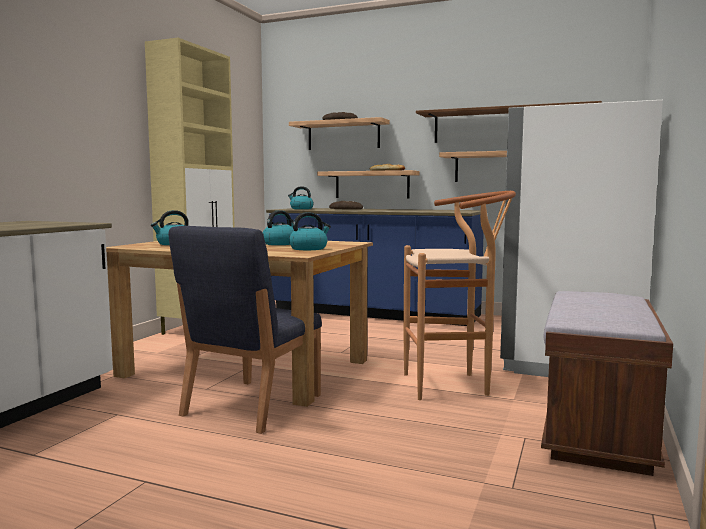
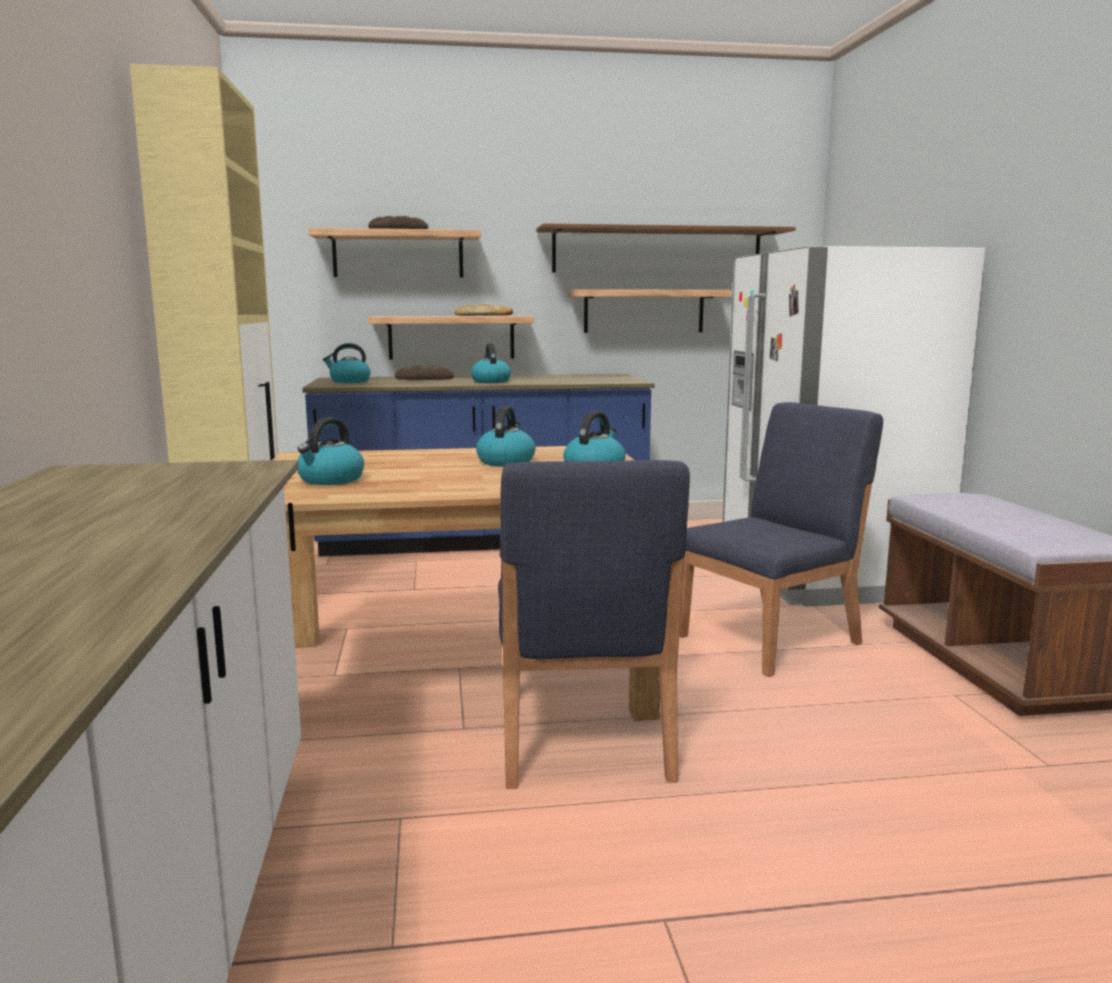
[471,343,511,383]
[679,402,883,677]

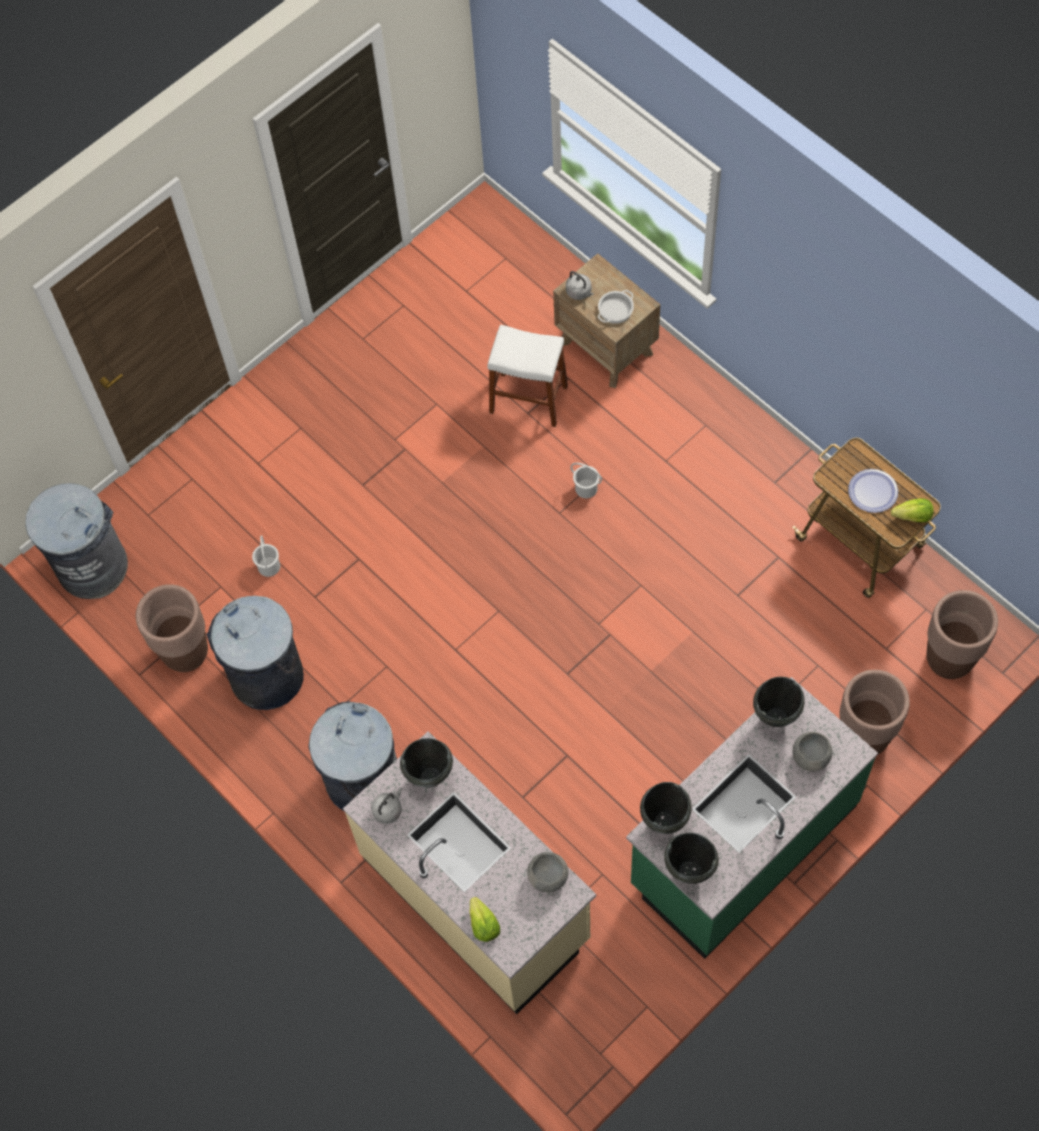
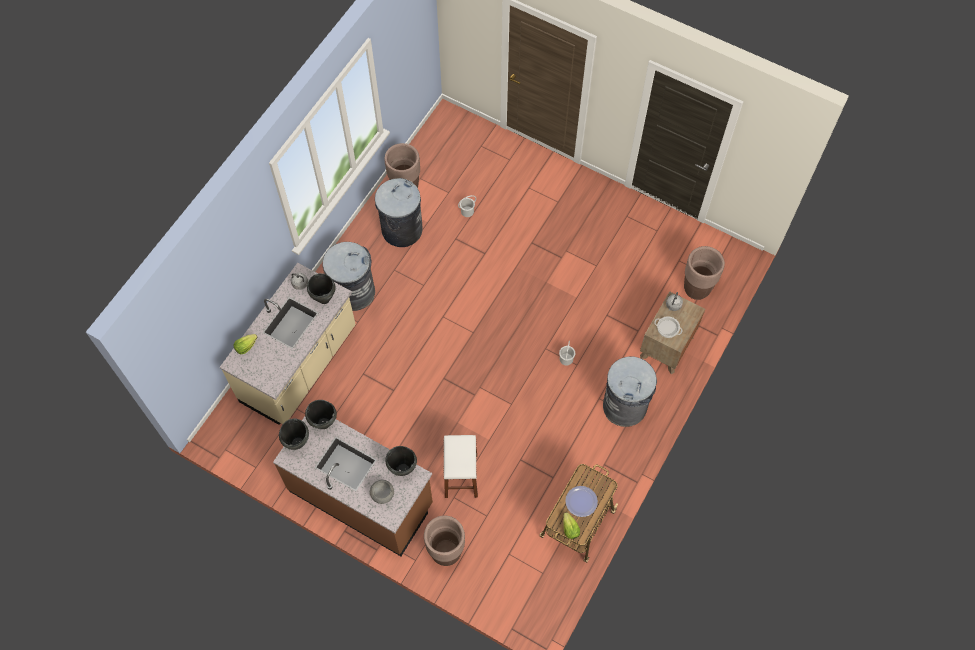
[527,852,569,893] (first image)
[603,356,657,427]
[444,435,478,498]
[684,246,725,300]
[273,417,433,556]

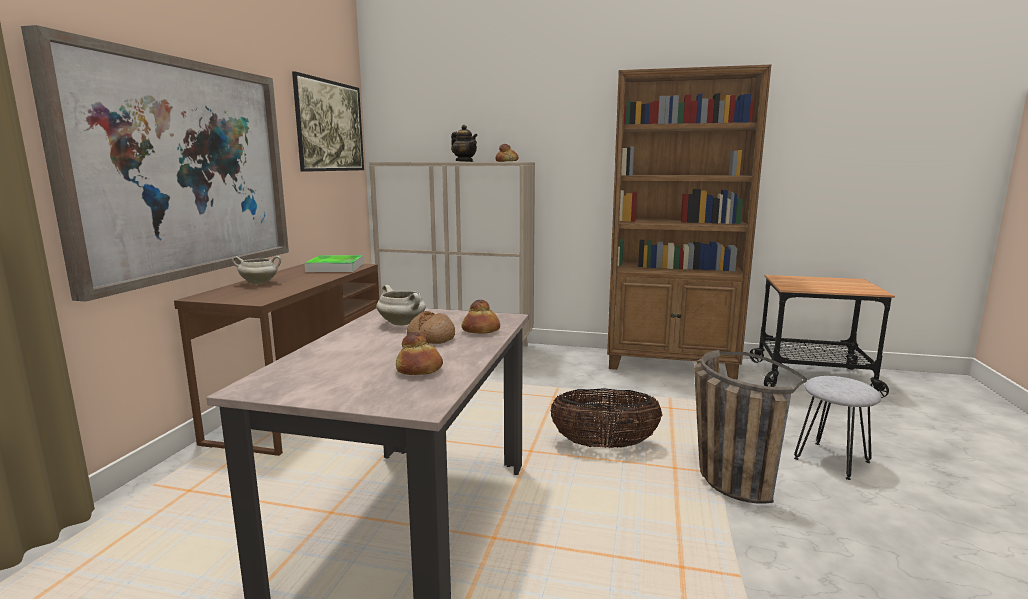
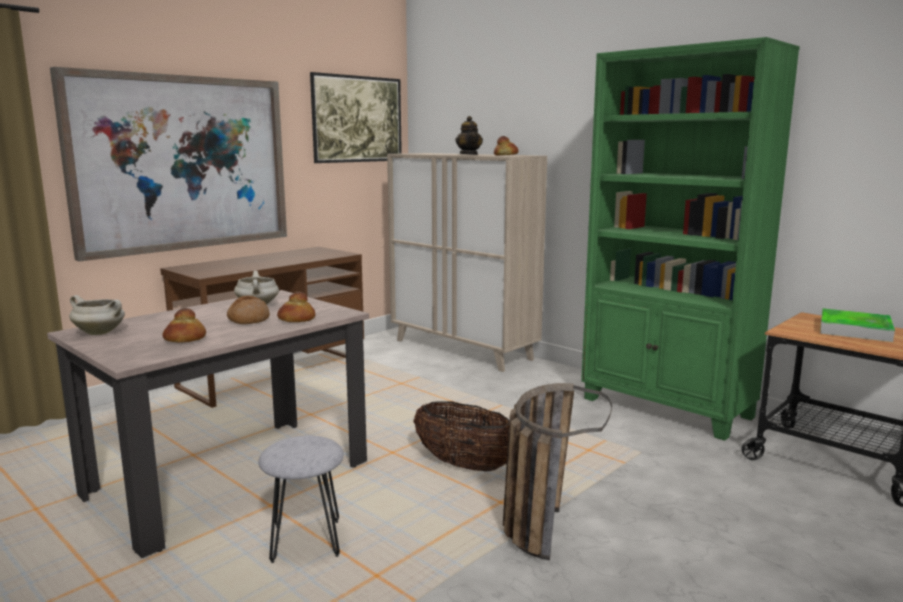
[69,295,125,335]
[820,309,895,342]
[258,435,344,563]
[581,37,800,441]

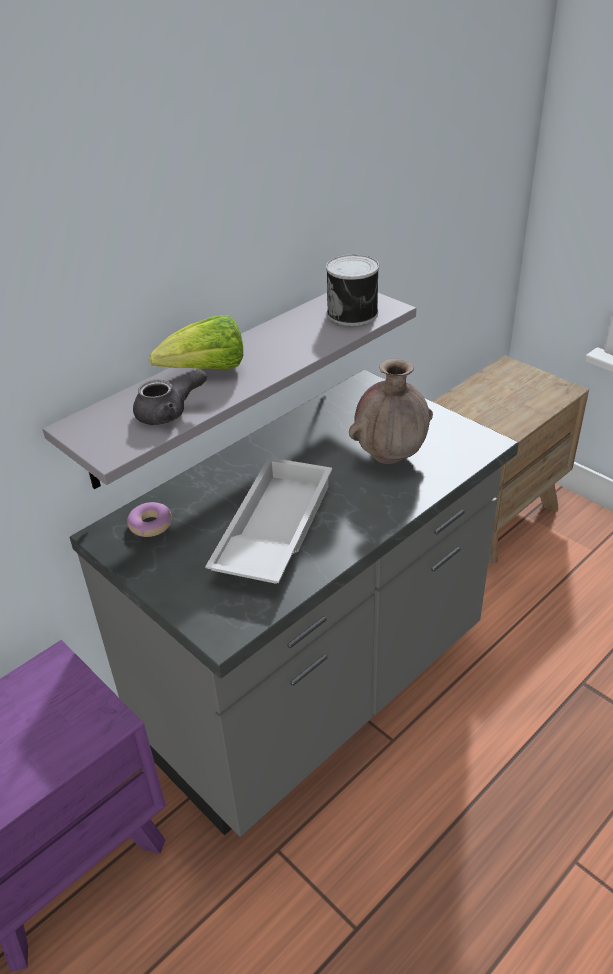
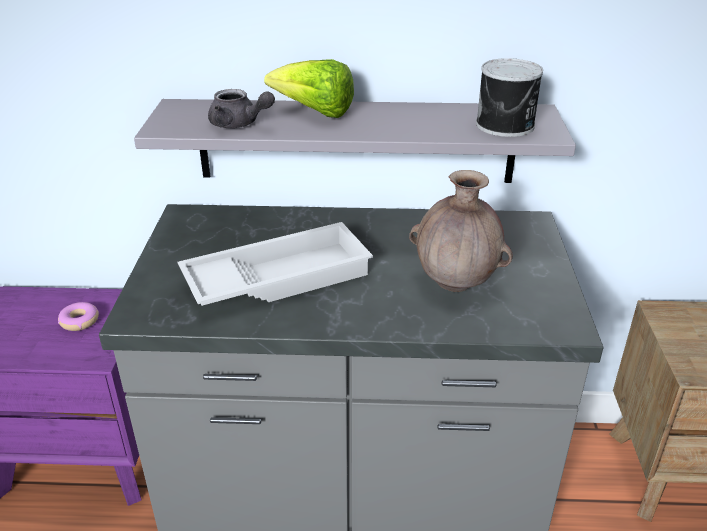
[58,302,99,331]

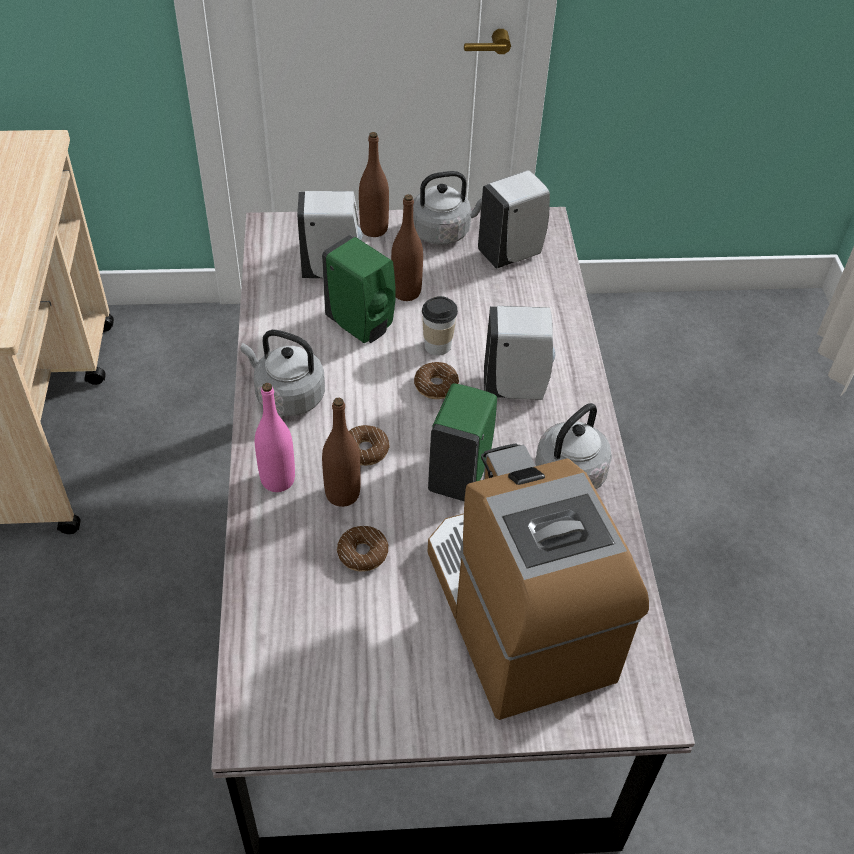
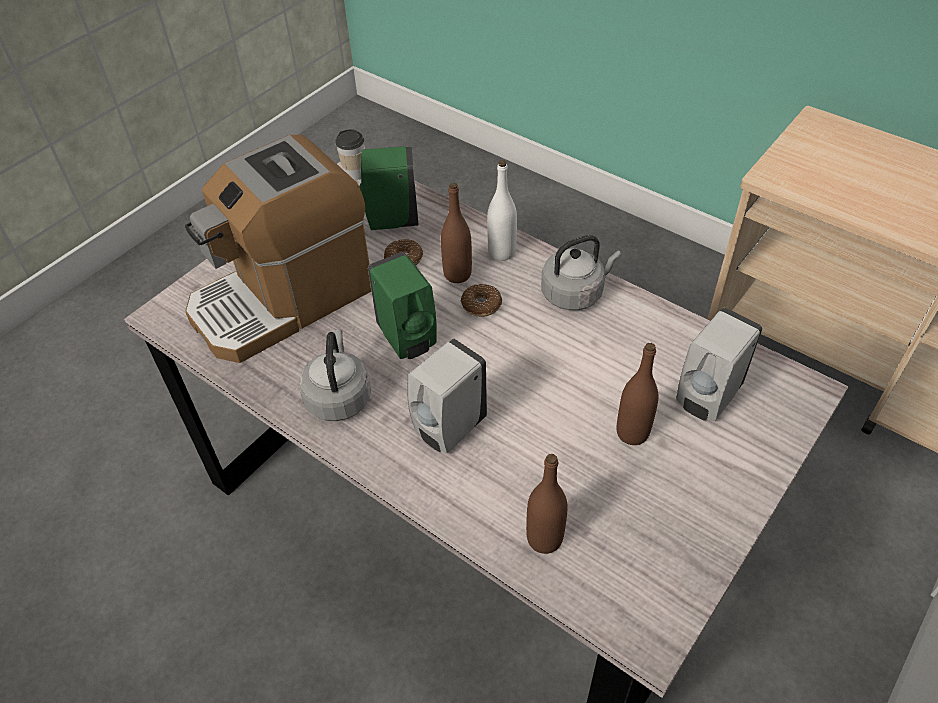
[413,171,482,245] (first image)
[414,362,459,399] (first image)
[478,170,550,269] (first image)
[359,146,419,230]
[526,454,568,554]
[335,129,365,180]
[487,160,517,261]
[185,135,371,363]

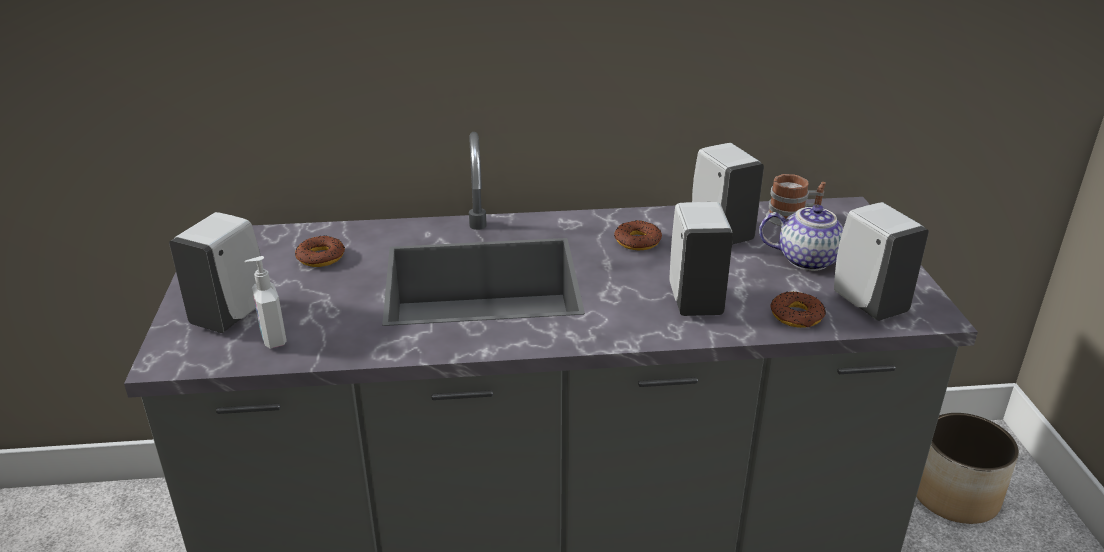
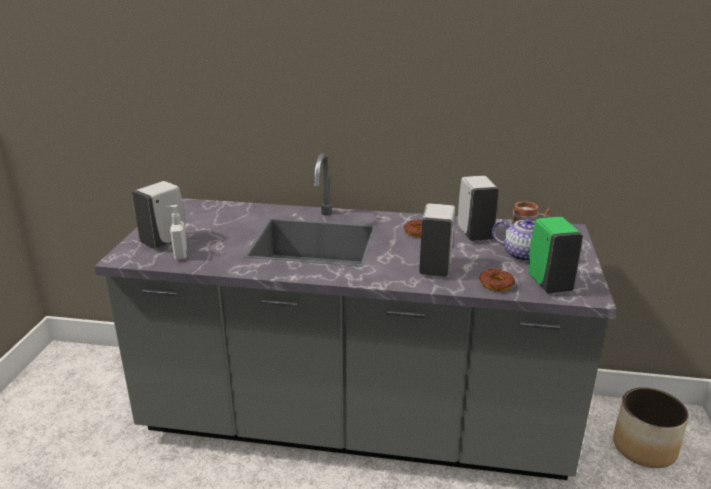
[295,235,345,267] (first image)
[528,217,583,293]

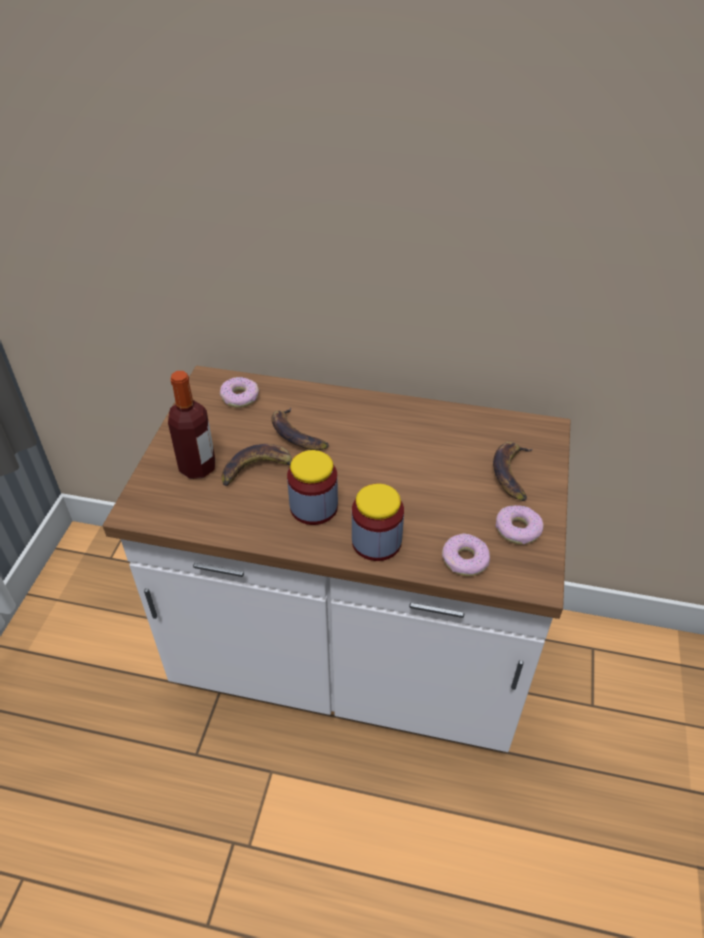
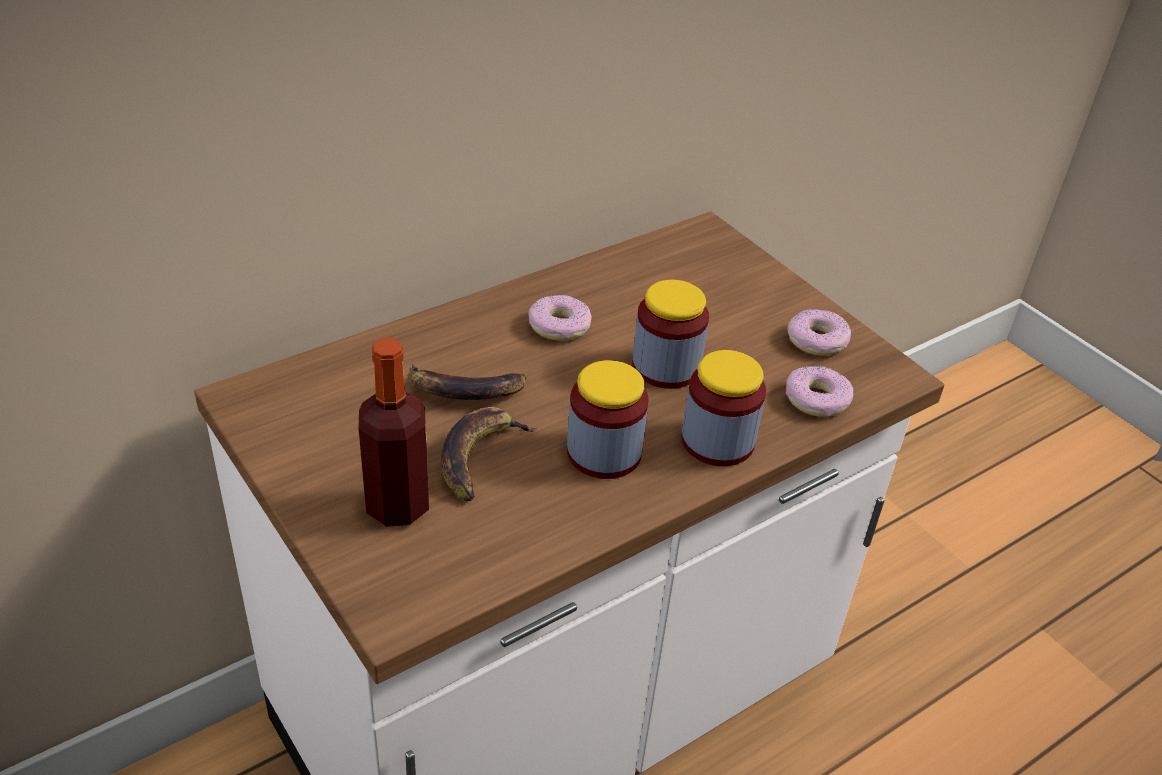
[493,442,532,501] (first image)
[632,280,709,389]
[529,295,592,341]

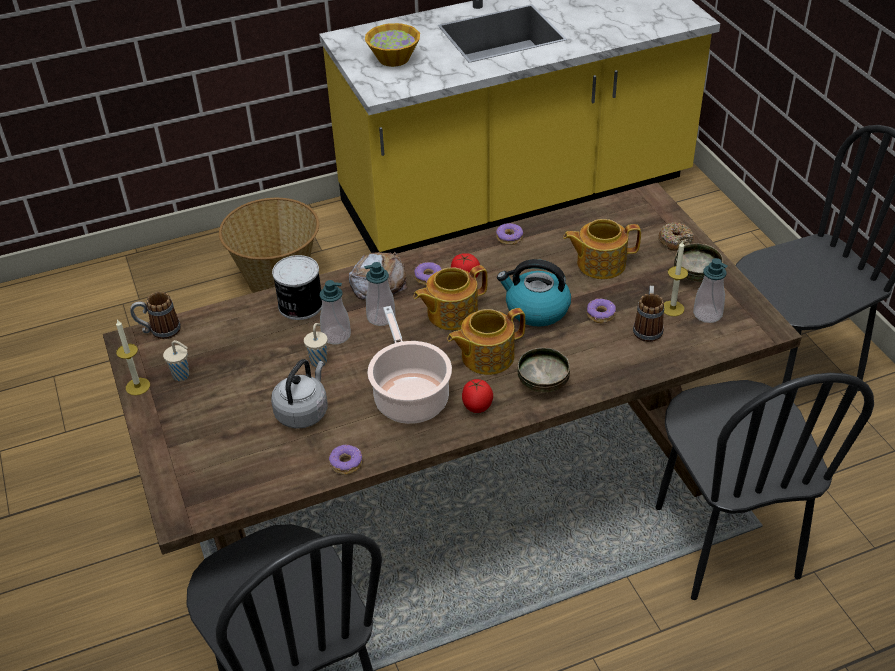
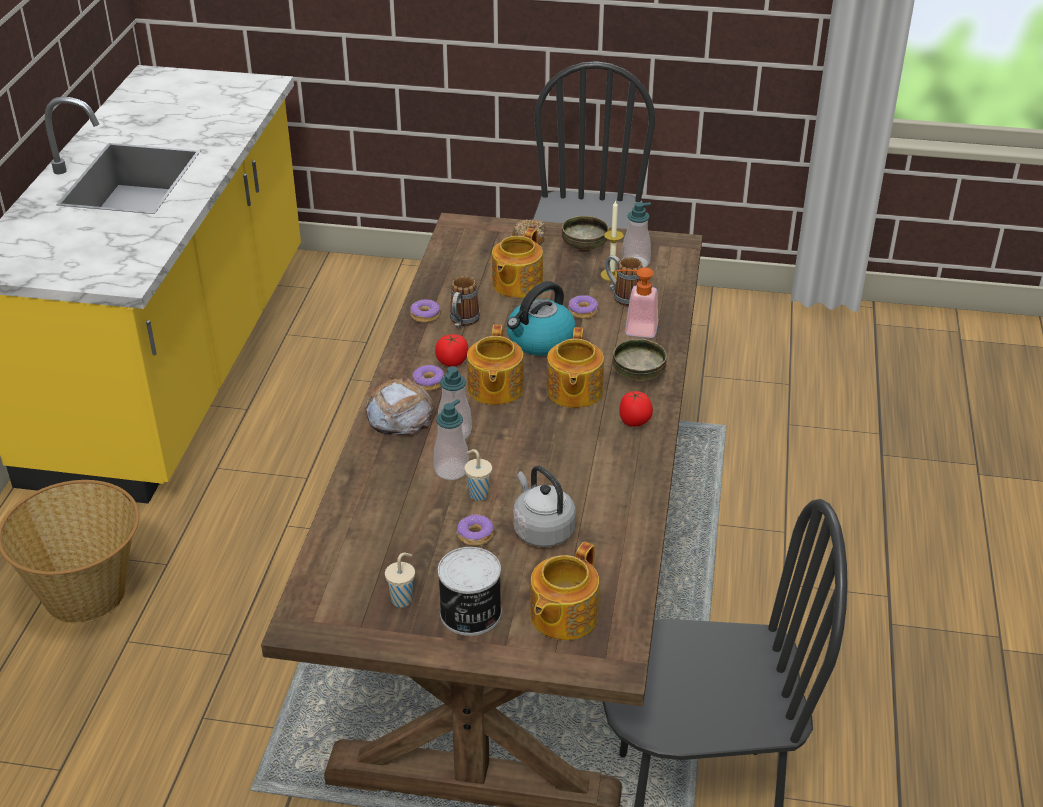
[116,319,150,396] (first image)
[365,23,420,67] (first image)
[368,306,452,424] (first image)
[656,373,874,600] (first image)
[530,542,599,640]
[615,267,658,338]
[450,276,480,328]
[438,547,502,636]
[457,514,493,546]

